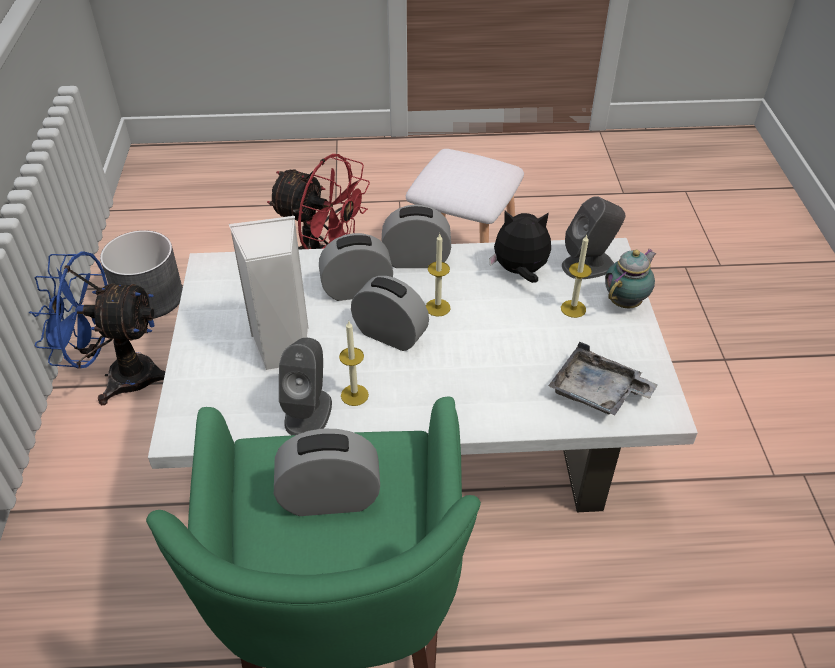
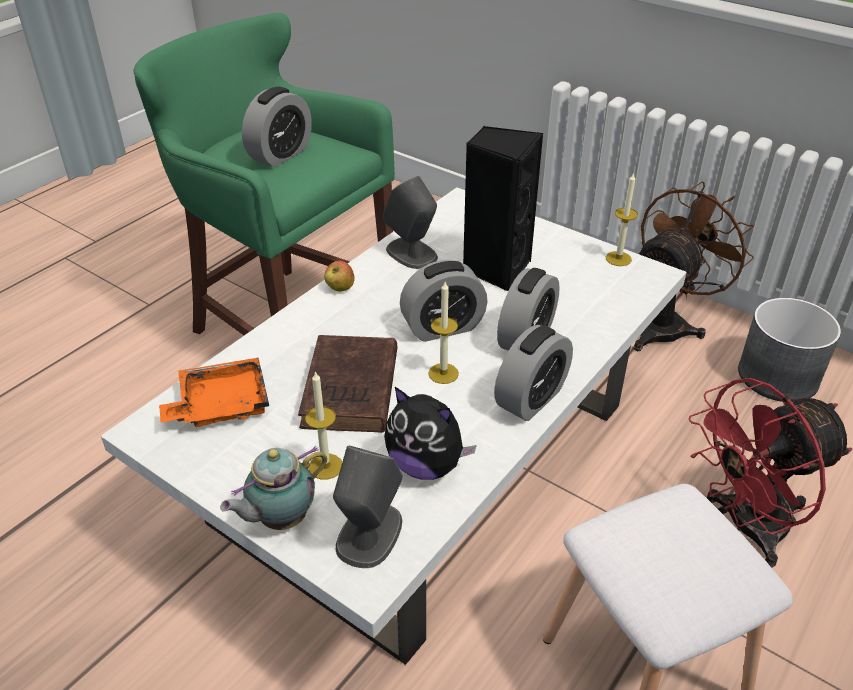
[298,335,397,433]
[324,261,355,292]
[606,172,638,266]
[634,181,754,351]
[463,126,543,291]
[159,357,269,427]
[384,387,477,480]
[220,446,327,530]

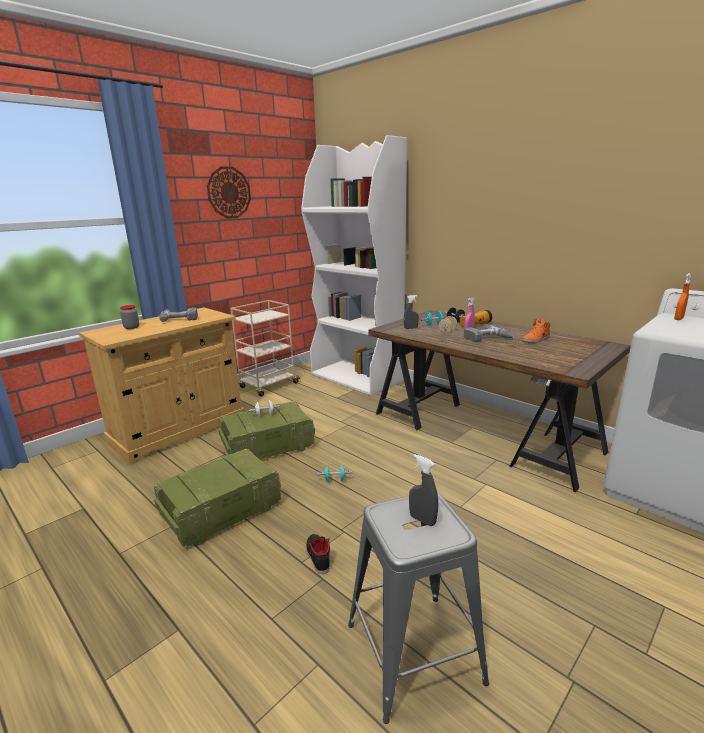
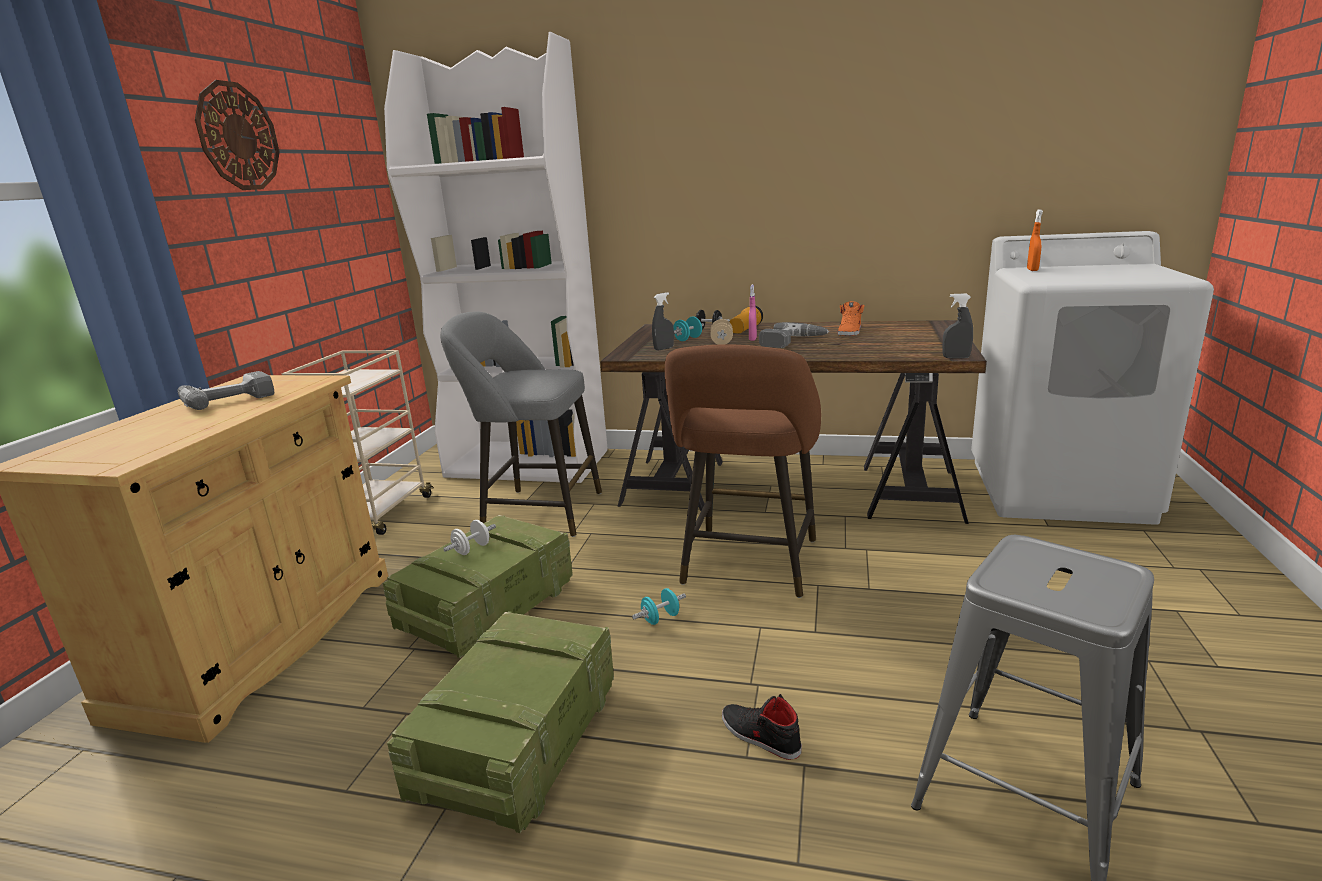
[120,305,139,329] (first image)
[440,311,602,537]
[665,344,821,598]
[943,294,973,359]

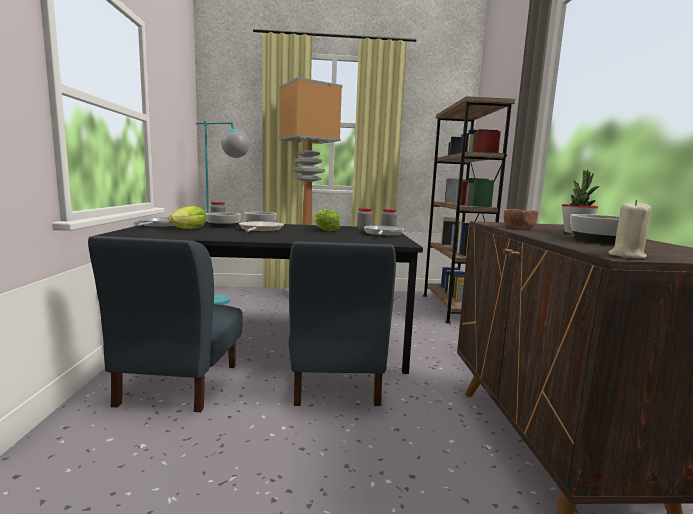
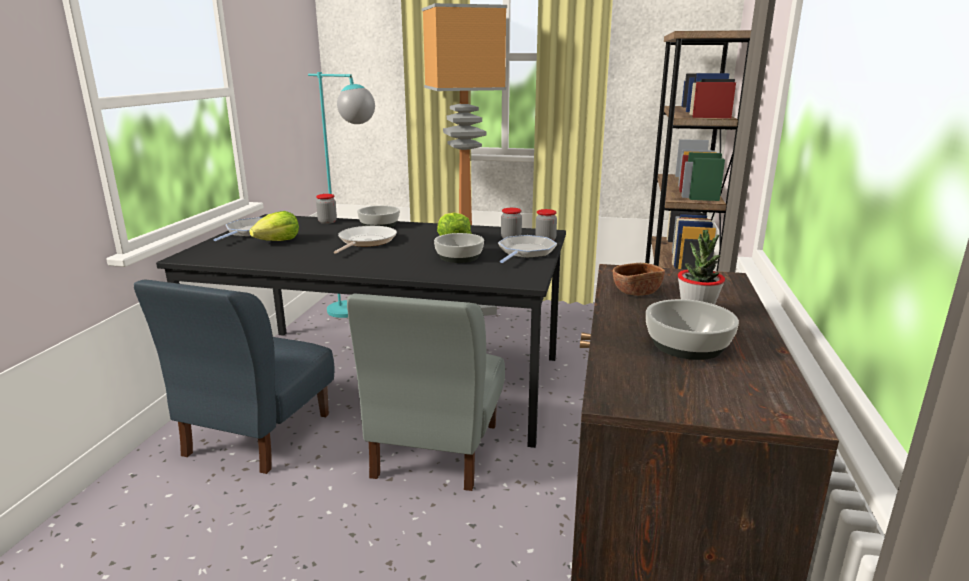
[608,200,651,258] (first image)
[434,233,484,263]
[347,293,505,491]

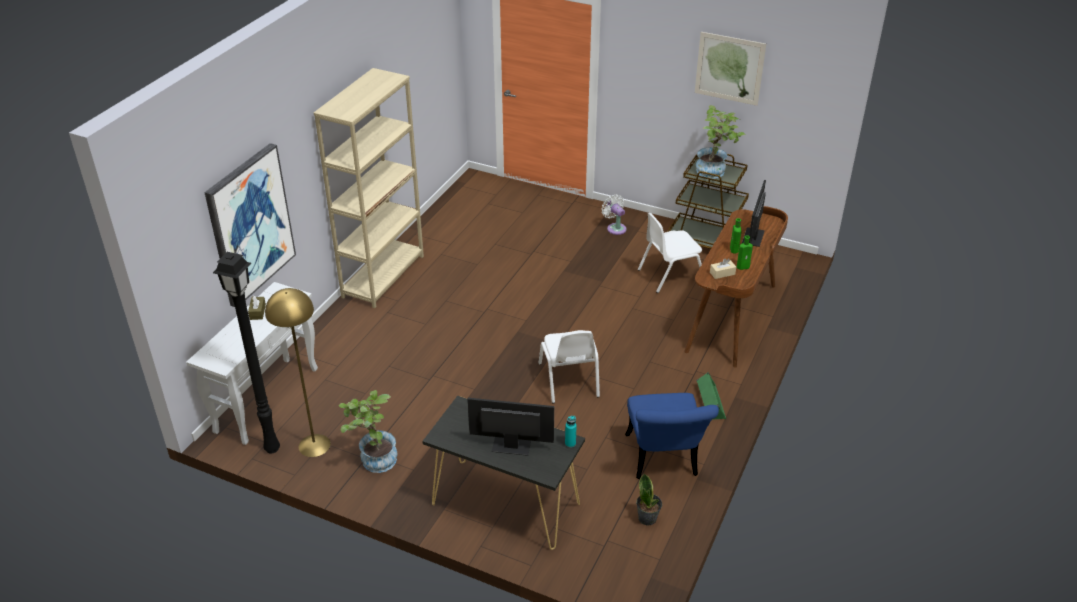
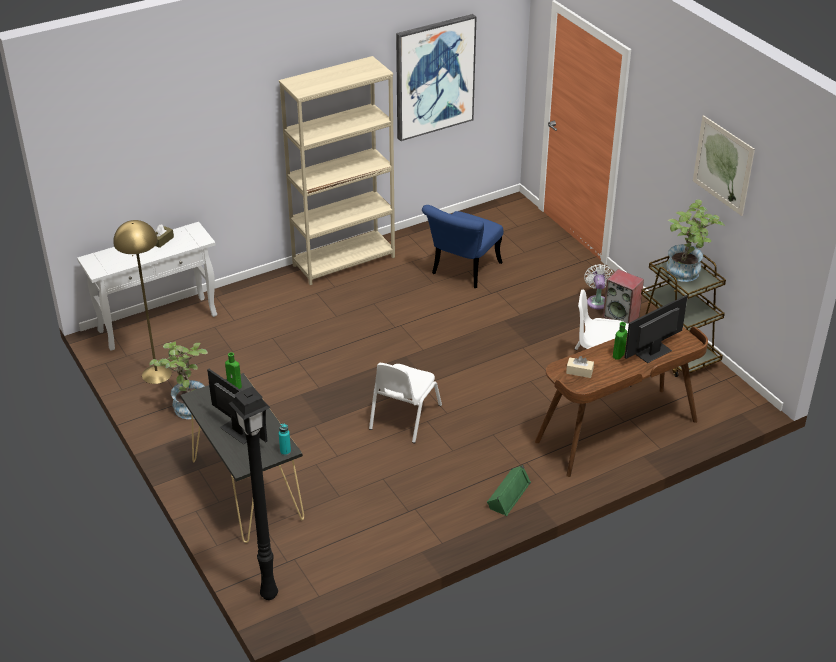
[636,473,662,526] (first image)
[603,269,644,324]
[396,14,476,141]
[229,387,278,600]
[422,205,503,288]
[225,352,242,389]

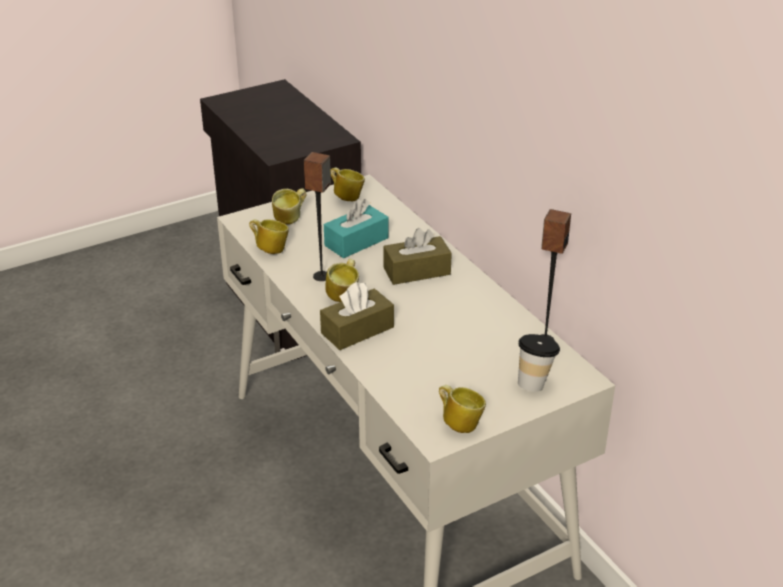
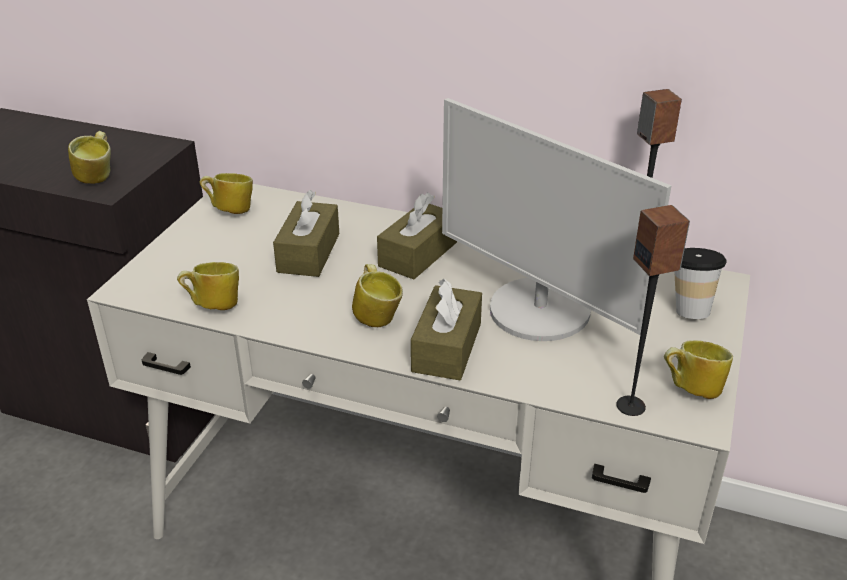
[442,98,671,341]
[68,131,111,184]
[616,205,690,416]
[273,190,339,277]

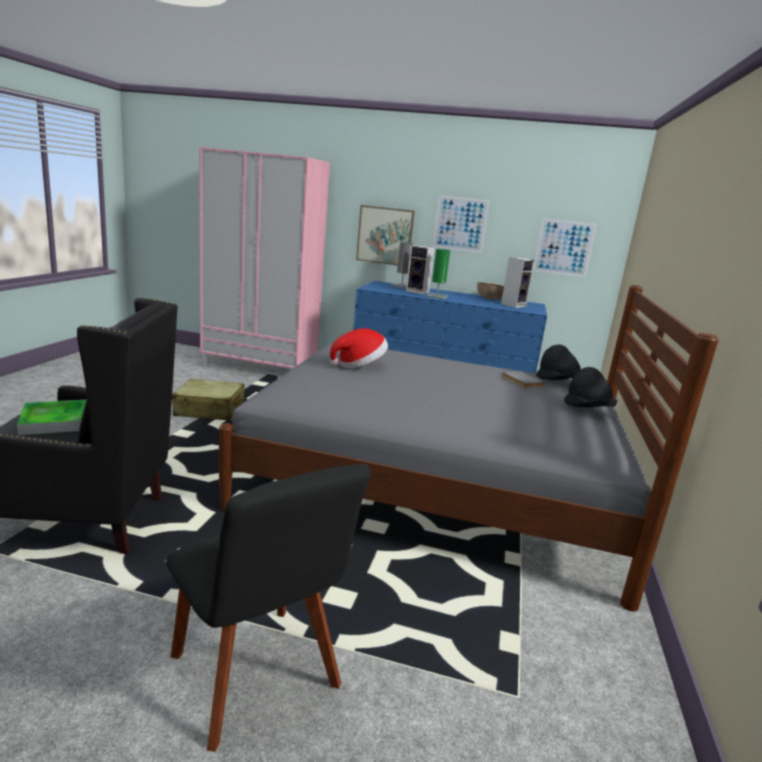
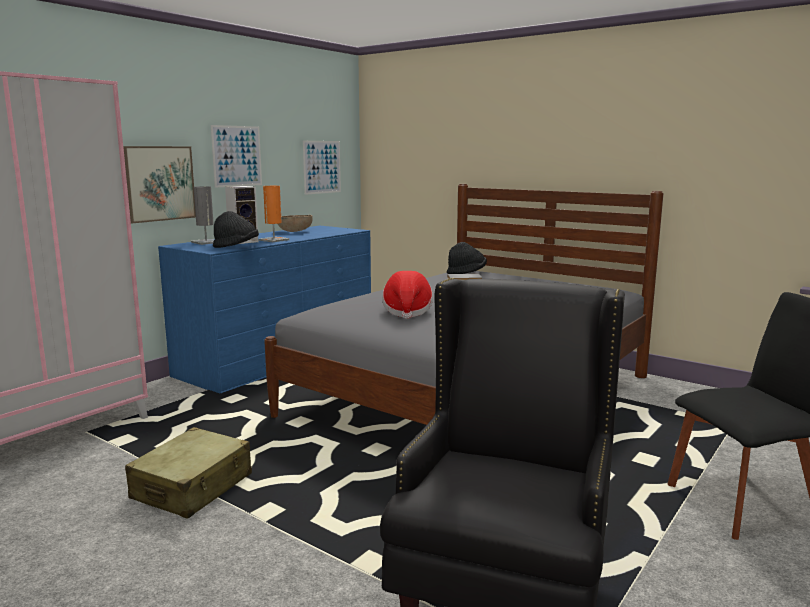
[17,400,86,435] (first image)
[501,257,535,308] (first image)
[213,211,259,248]
[259,186,289,242]

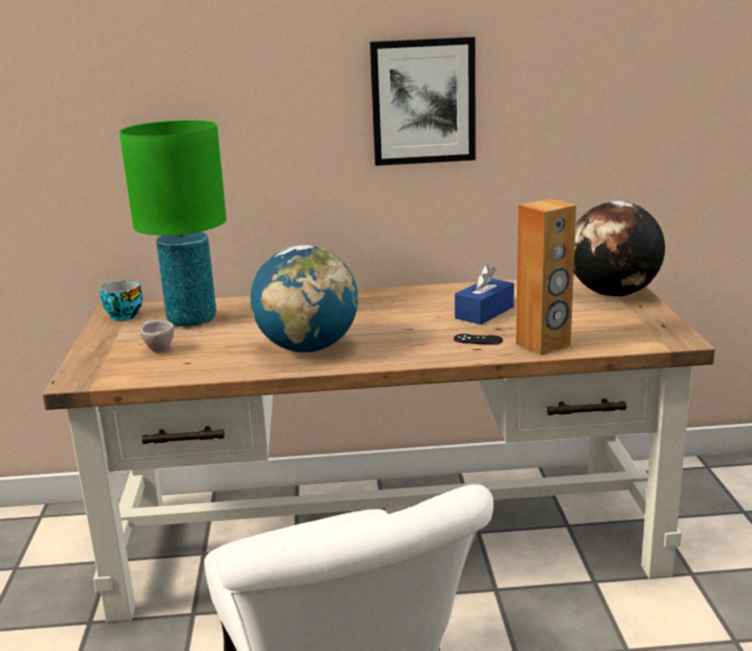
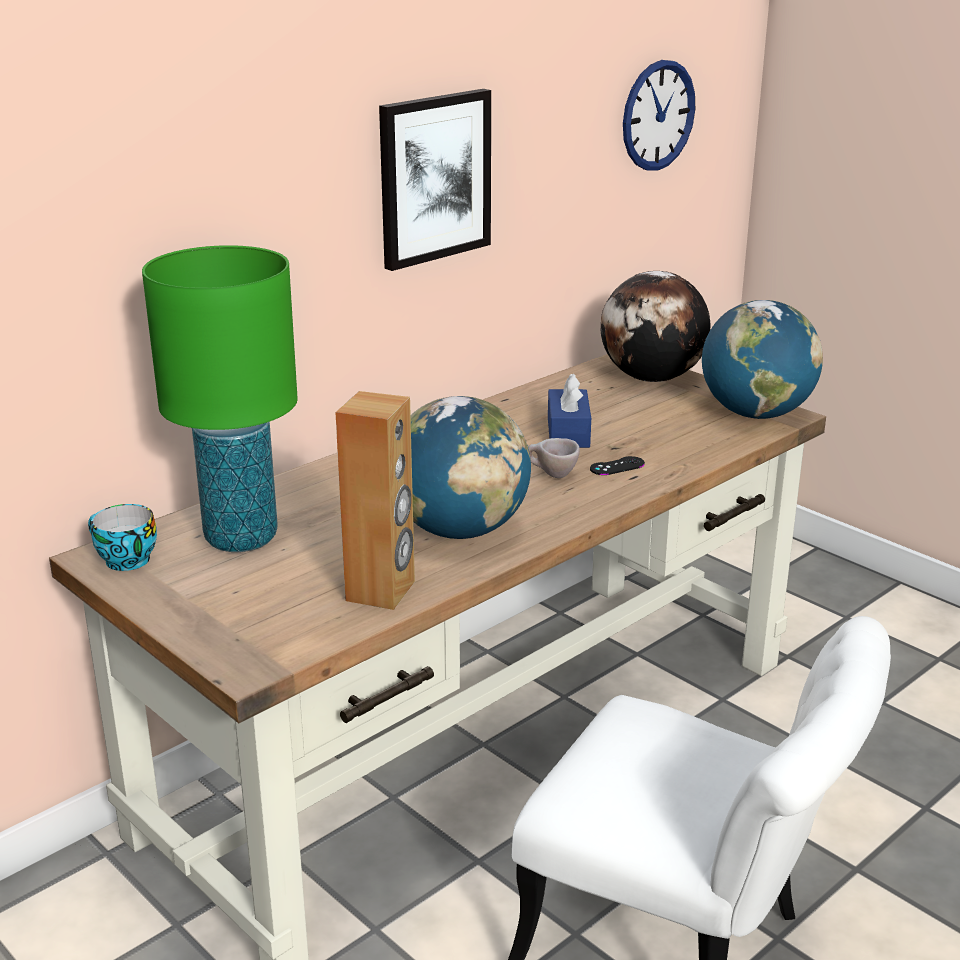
[623,60,695,171]
[702,300,823,419]
[528,438,580,478]
[335,391,415,610]

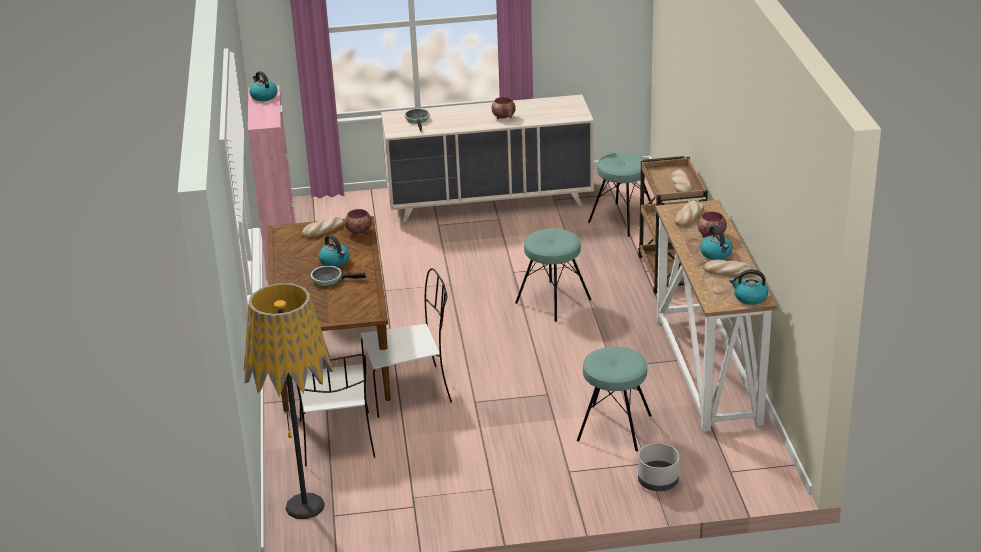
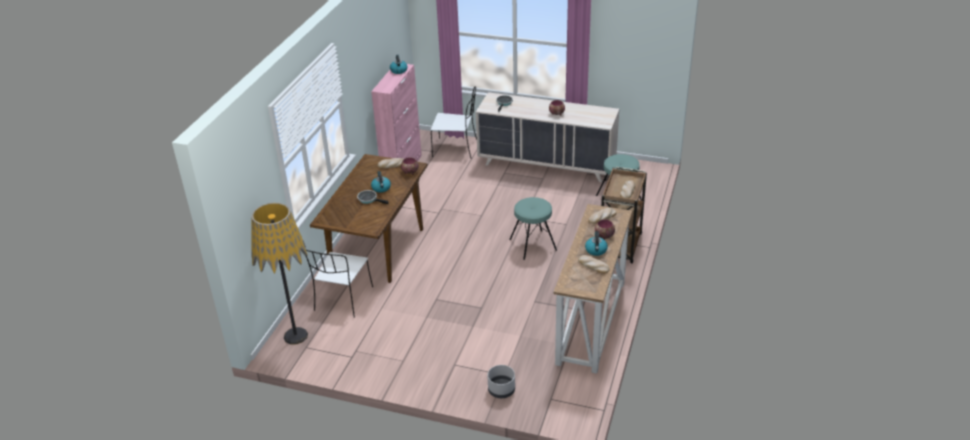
[577,347,652,451] (first image)
[730,269,768,305] (first image)
[431,86,477,158]

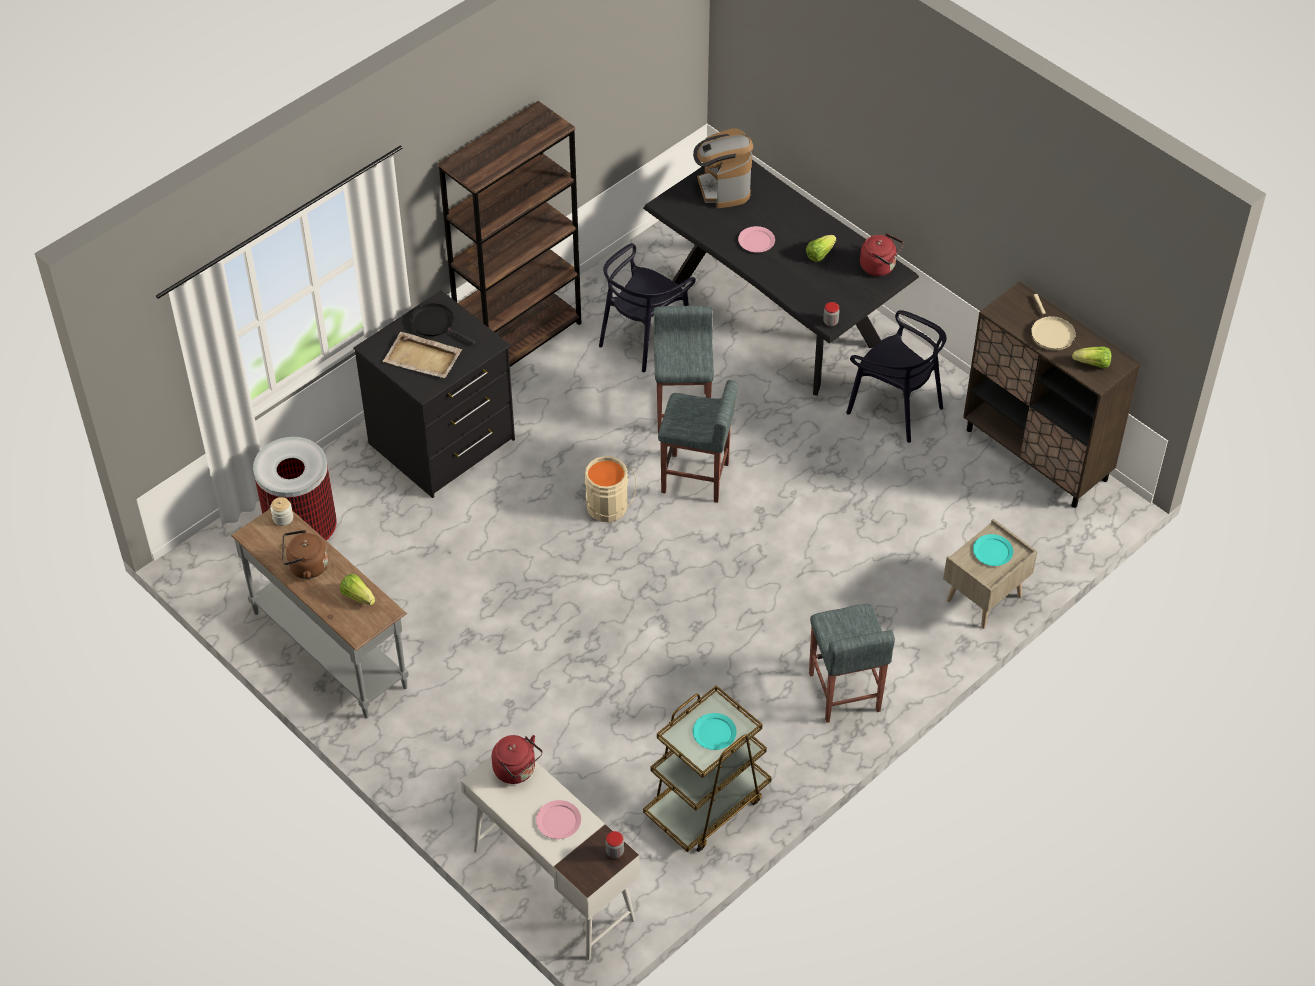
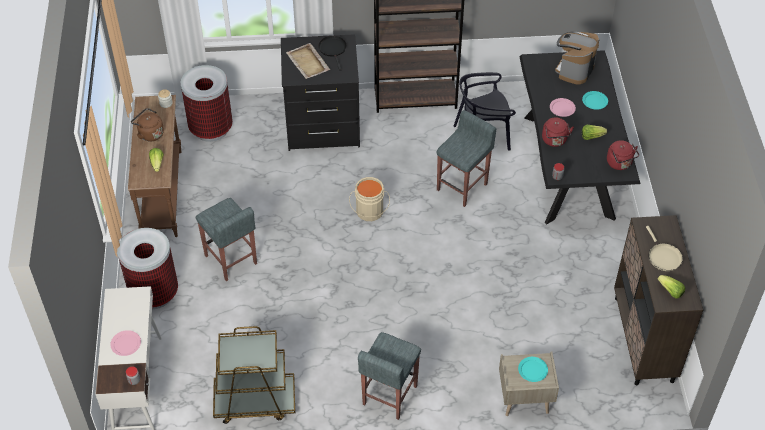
[846,310,946,443] (first image)
[117,228,178,309]
[542,117,574,147]
[196,198,257,281]
[582,91,608,110]
[128,95,181,237]
[646,226,683,271]

